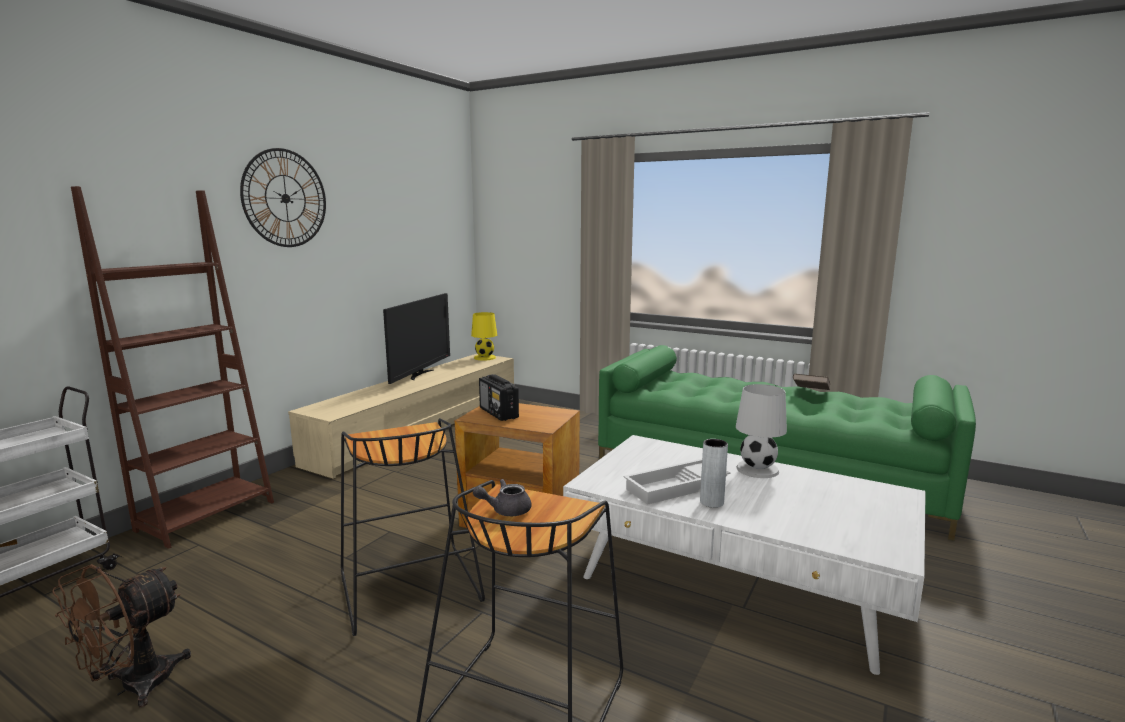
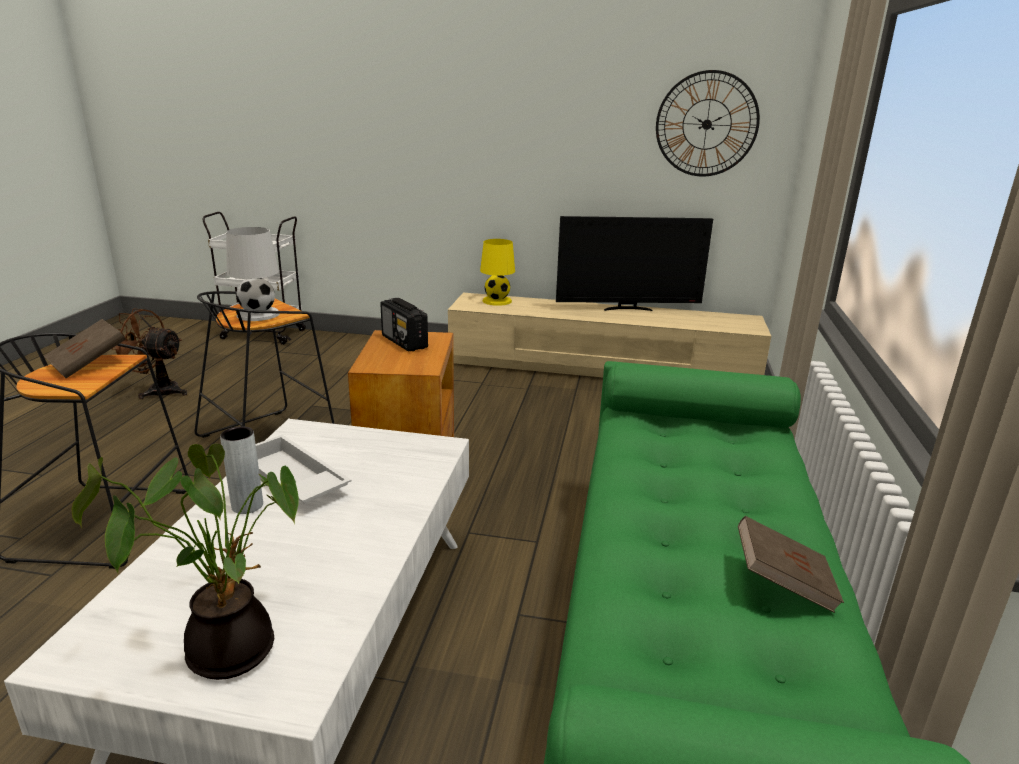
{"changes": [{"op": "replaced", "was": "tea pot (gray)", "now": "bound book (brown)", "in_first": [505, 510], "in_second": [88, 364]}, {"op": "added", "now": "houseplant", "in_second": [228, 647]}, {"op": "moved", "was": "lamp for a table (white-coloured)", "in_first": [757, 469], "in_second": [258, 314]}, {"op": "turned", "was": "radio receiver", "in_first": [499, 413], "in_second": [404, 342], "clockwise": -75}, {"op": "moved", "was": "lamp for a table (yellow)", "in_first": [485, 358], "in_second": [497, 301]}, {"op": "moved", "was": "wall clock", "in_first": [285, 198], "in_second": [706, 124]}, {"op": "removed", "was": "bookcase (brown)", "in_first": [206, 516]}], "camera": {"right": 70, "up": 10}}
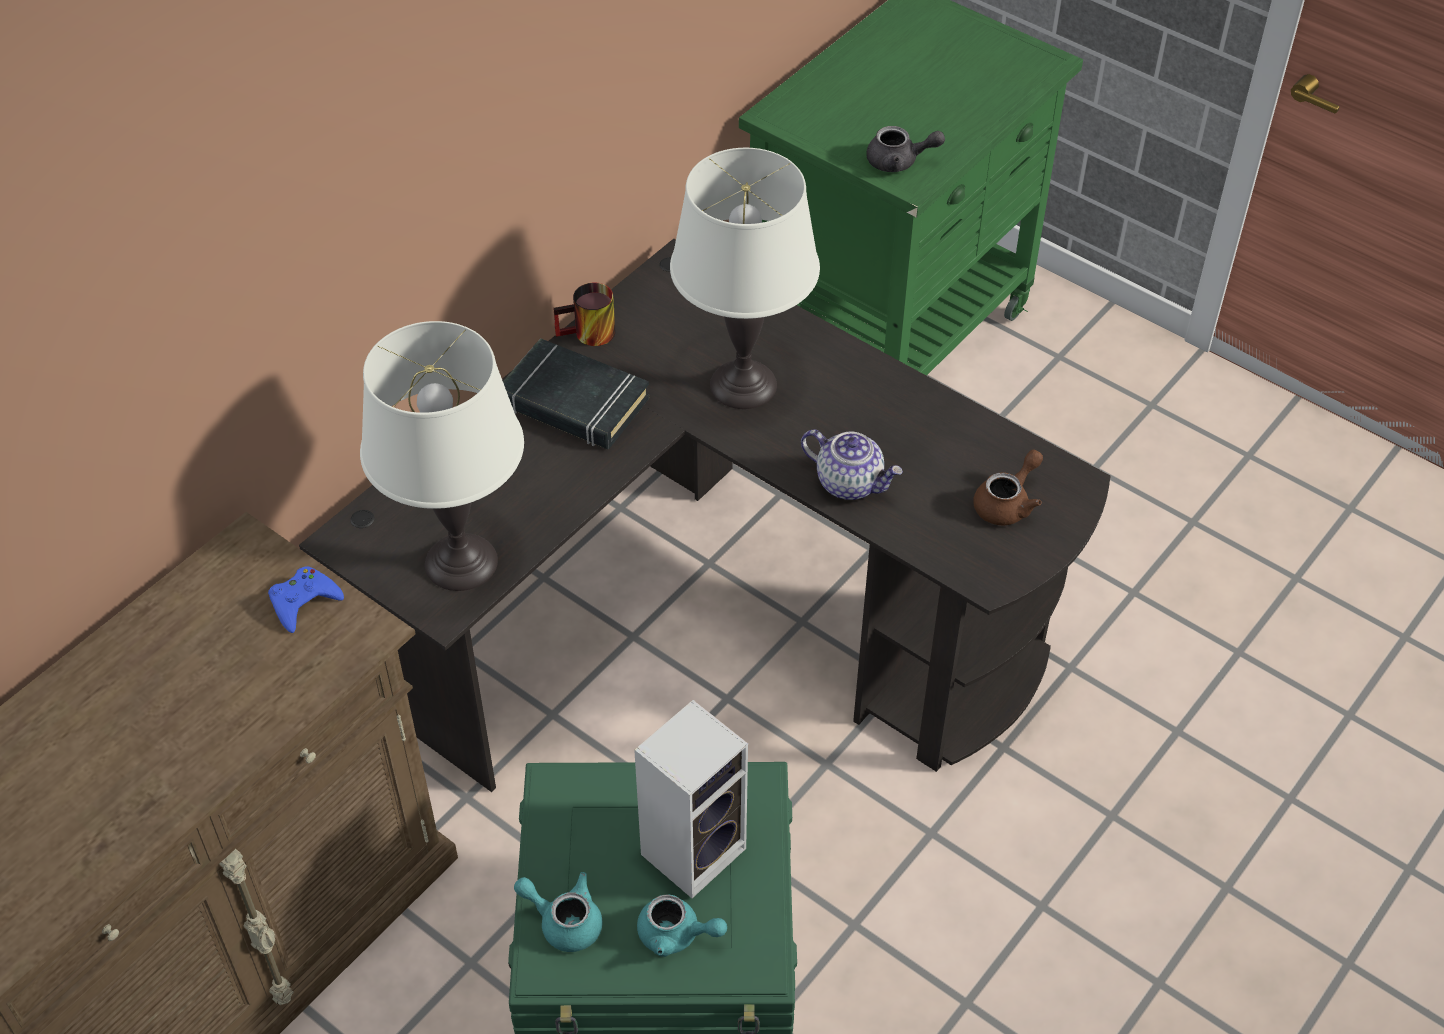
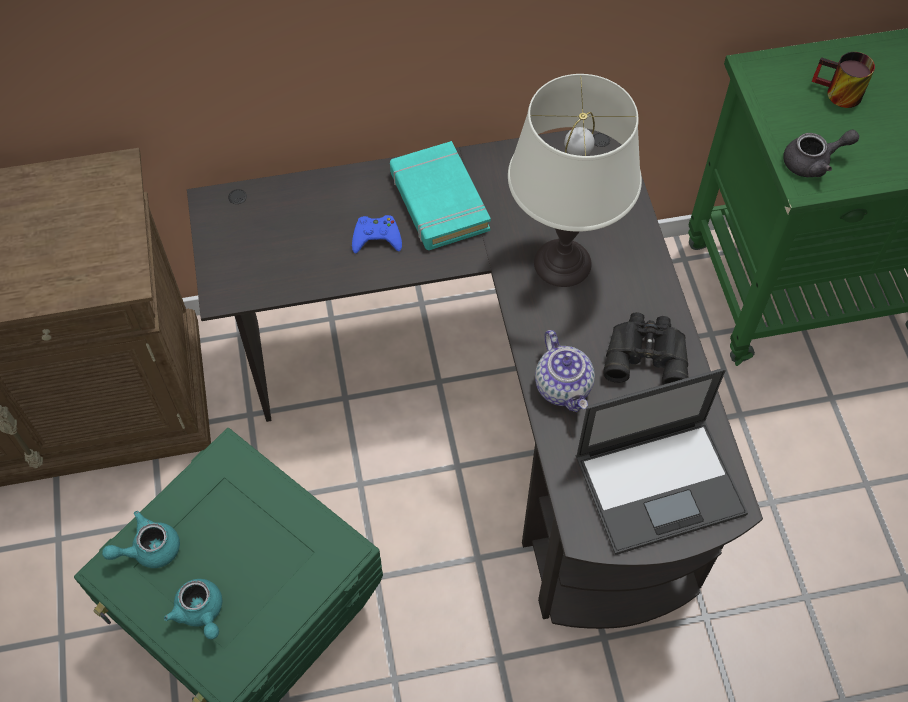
{"changes": [{"op": "turned", "was": "tea pot (turquoise)", "in_first": [564, 921], "in_second": [149, 549], "clockwise": -90}, {"op": "moved", "was": "gamepad (bluish)", "in_first": [303, 602], "in_second": [377, 238]}, {"op": "recoloured", "was": "bound book (black)", "now": "bound book (turquoise)", "in_first": [573, 402], "in_second": [438, 201]}, {"op": "replaced", "was": "tea pot (brown)", "now": "laptop", "in_first": [1007, 503], "in_second": [661, 484]}, {"op": "added", "now": "binoculars (black)", "in_second": [646, 353]}, {"op": "turned", "was": "tea pot (gray)", "in_first": [899, 162], "in_second": [813, 162], "clockwise": -60}, {"op": "moved", "was": "mug", "in_first": [588, 336], "in_second": [837, 94]}, {"op": "removed", "was": "lamp for a table (white-coloured)", "in_first": [460, 562]}, {"op": "removed", "was": "loudspeaker", "in_first": [694, 848]}], "camera": {"right": 40, "up": 10}}
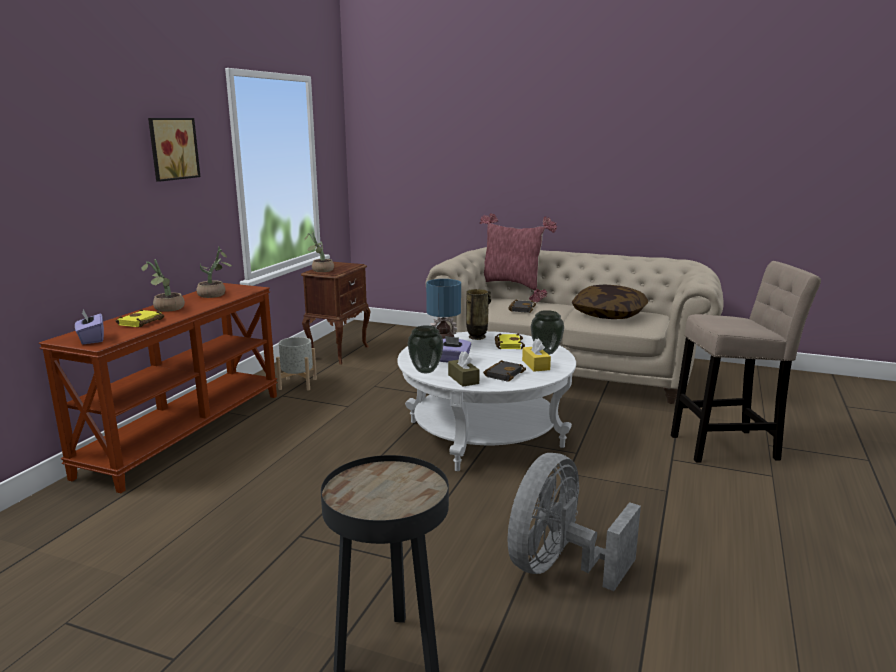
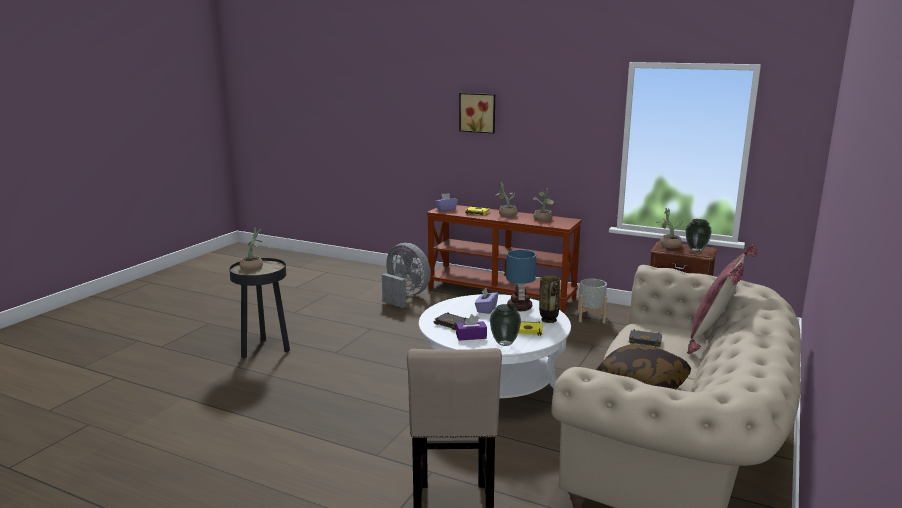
{"changes": [{"op": "added", "now": "houseplant", "in_second": [254, 267]}, {"op": "moved", "was": "cooling fan (gray)", "in_first": [558, 567], "in_second": [405, 296]}, {"op": "recoloured", "was": "tissue holder (yellow)", "now": "tissue holder (purple)", "in_first": [535, 365], "in_second": [471, 336]}, {"op": "moved", "was": "wall art", "in_first": [172, 148], "in_second": [478, 112]}, {"op": "moved", "was": "flower vase", "in_first": [426, 371], "in_second": [695, 250]}, {"op": "removed", "was": "tissue holder (brown)", "in_first": [463, 379]}], "camera": {"right": 95, "up": 0}}
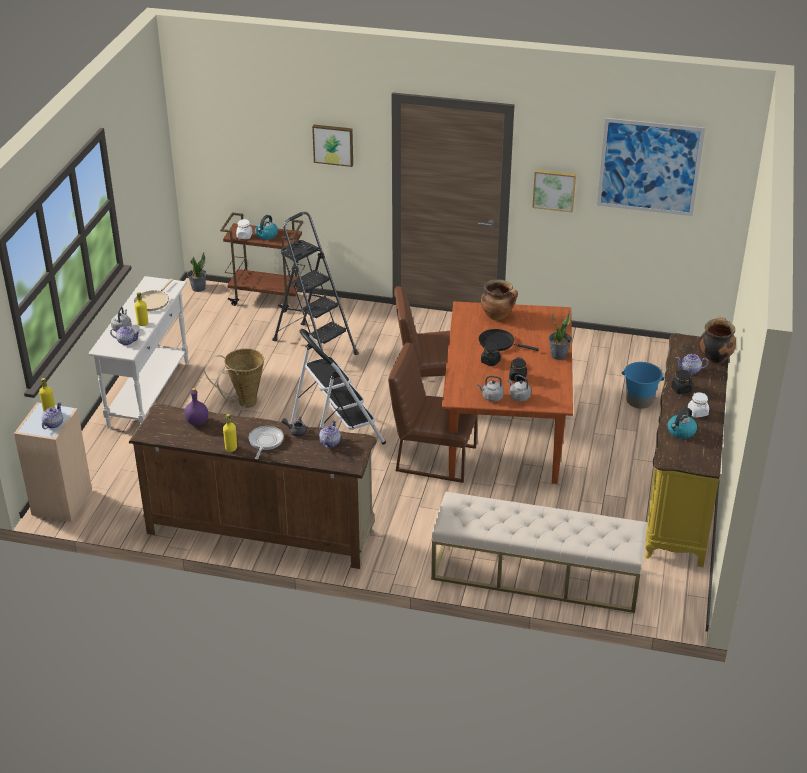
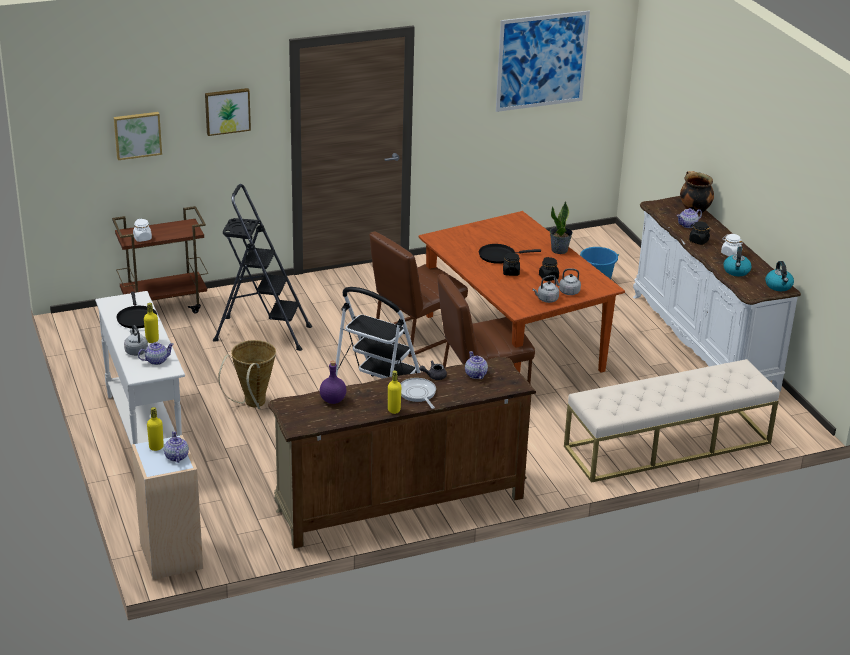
{"changes": [{"op": "moved", "was": "wall art", "in_first": [554, 189], "in_second": [137, 135]}, {"op": "recoloured", "was": "pan (beige)", "now": "pan (black)", "in_first": [153, 301], "in_second": [136, 318]}, {"op": "recoloured", "was": "cabinet (yellow)", "now": "cabinet (white-coloured)", "in_first": [679, 490], "in_second": [701, 342]}, {"op": "moved", "was": "tea kettle", "in_first": [266, 235], "in_second": [779, 286]}, {"op": "removed", "was": "houseplant", "in_first": [198, 288]}, {"op": "removed", "was": "stockpot", "in_first": [498, 316]}], "camera": {"right": -35, "up": -5}}
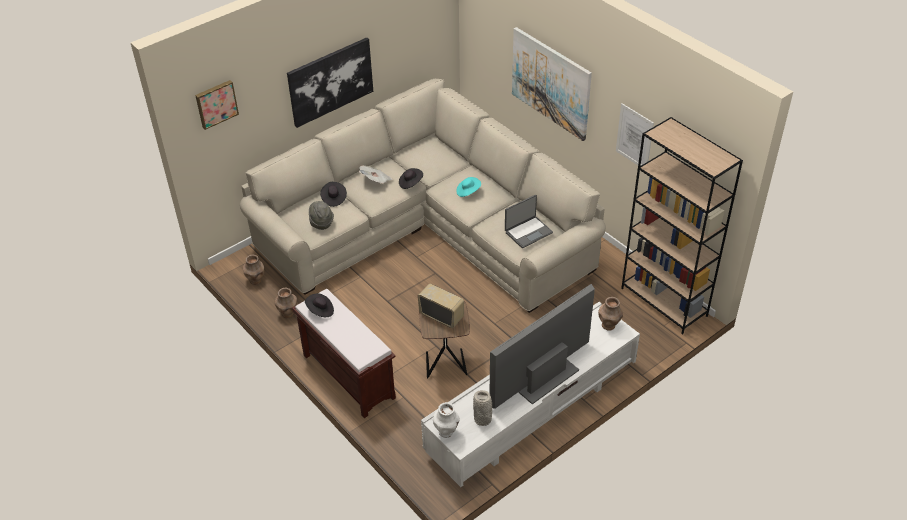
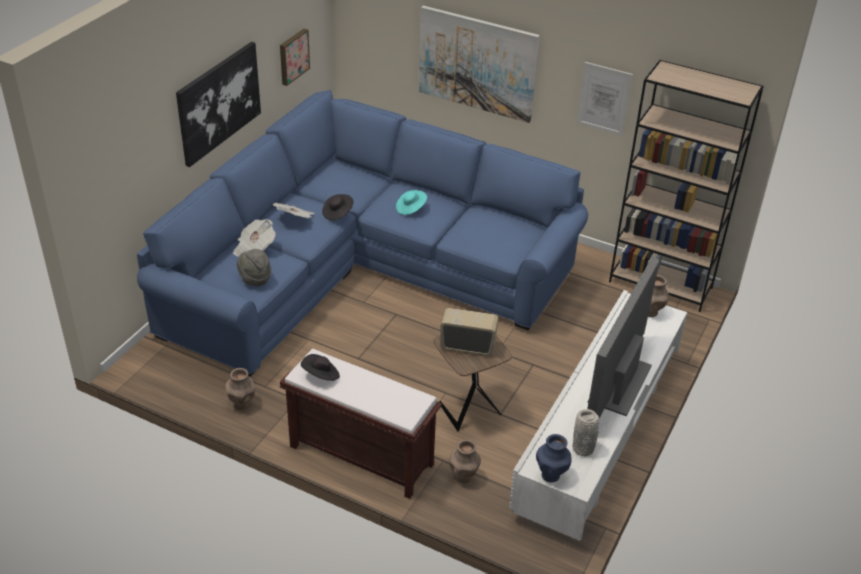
{"changes": [{"op": "recoloured", "was": "sofa (beige)", "now": "sofa (bluish)", "in_first": [427, 232], "in_second": [360, 273]}, {"op": "replaced", "was": "clothing hat (black)", "now": "newspaper", "in_first": [333, 198], "in_second": [254, 248]}, {"op": "moved", "was": "wall art", "in_first": [216, 103], "in_second": [293, 56]}, {"op": "moved", "was": "flower vase (brown)", "in_first": [256, 281], "in_second": [463, 477]}, {"op": "recoloured", "was": "flower vase (white-coloured)", "now": "flower vase (bluish)", "in_first": [446, 432], "in_second": [551, 475]}, {"op": "removed", "was": "laptop", "in_first": [528, 232]}], "camera": {"right": -25, "up": -5}}
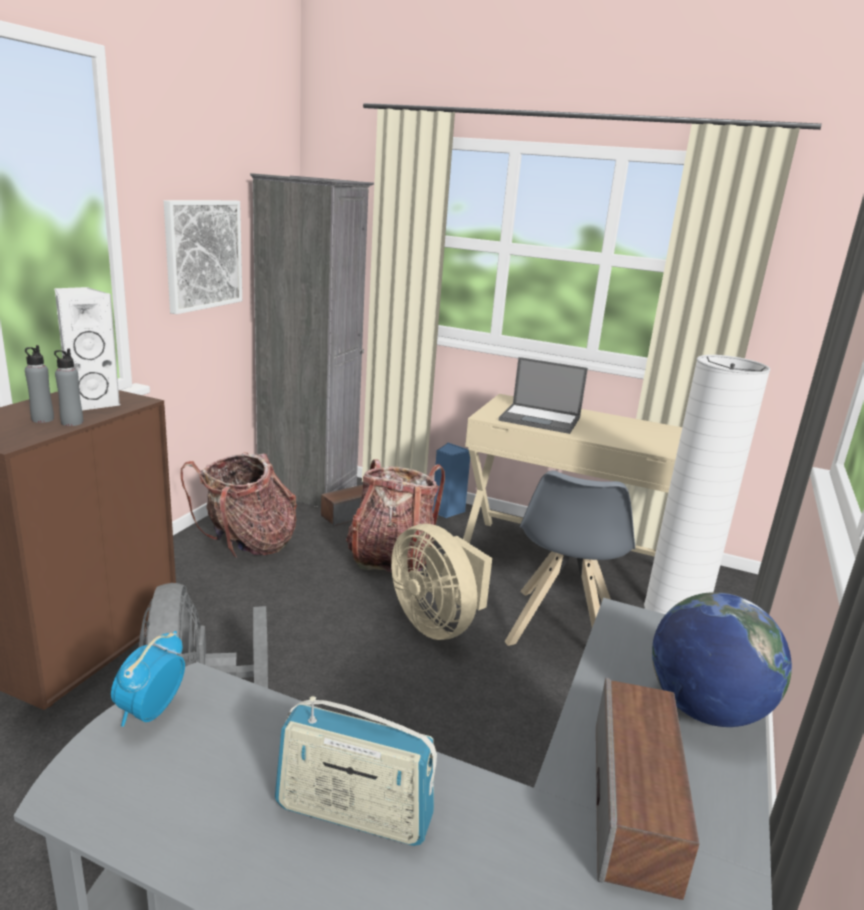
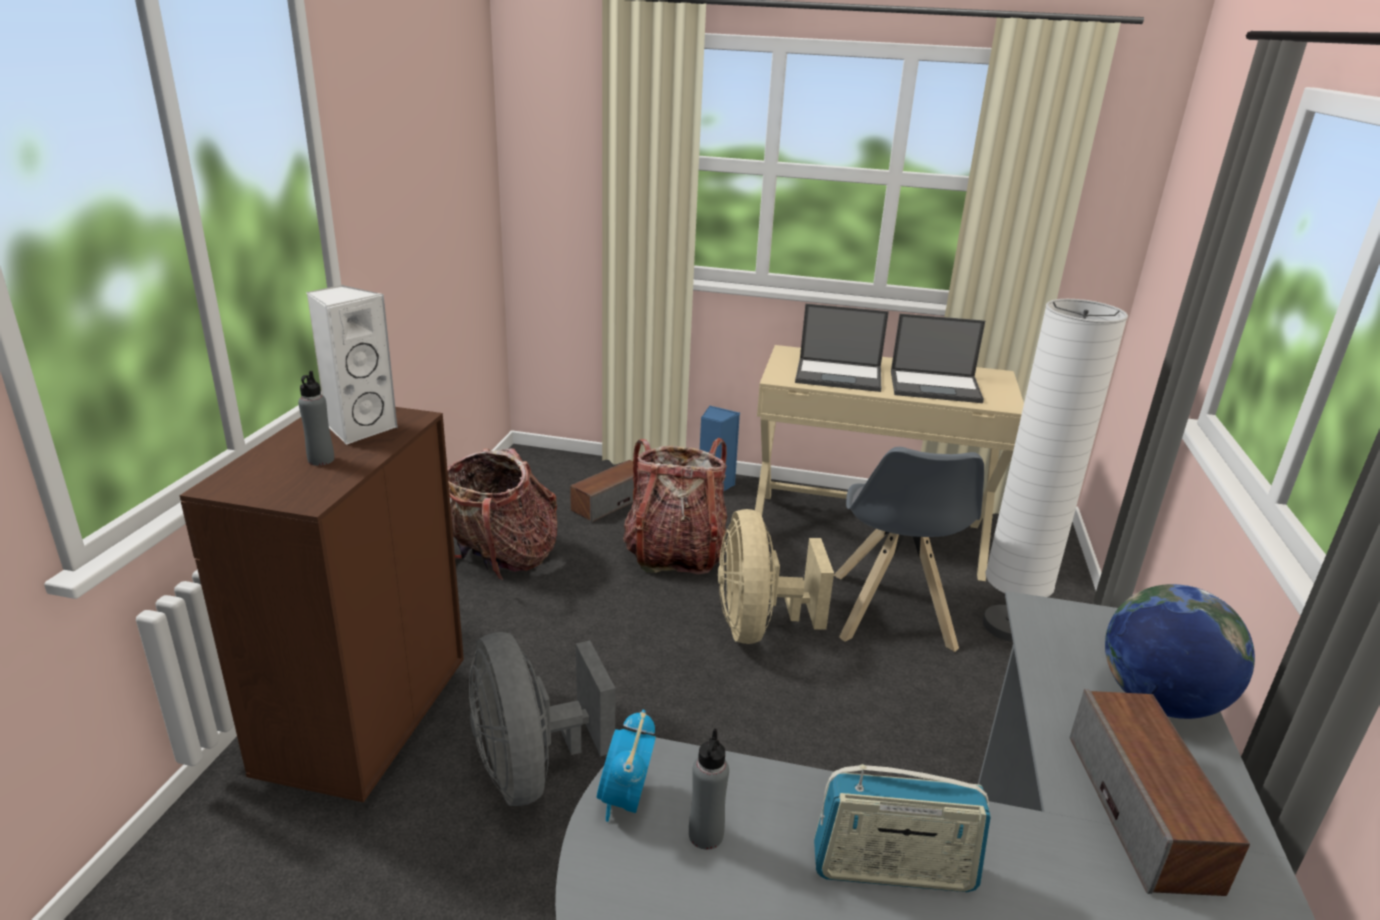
{"changes": [{"op": "moved", "was": "drink bottle (gray)", "in_first": [72, 422], "in_second": [705, 835]}, {"op": "turned", "was": "cooling fan (beige)", "in_first": [437, 623], "in_second": [758, 627], "clockwise": 45}, {"op": "added", "now": "laptop", "in_second": [936, 386]}, {"op": "removed", "was": "wall art", "in_first": [203, 254]}, {"op": "removed", "was": "cabinet (gray)", "in_first": [309, 488]}], "camera": {"right": -10, "up": 5}}
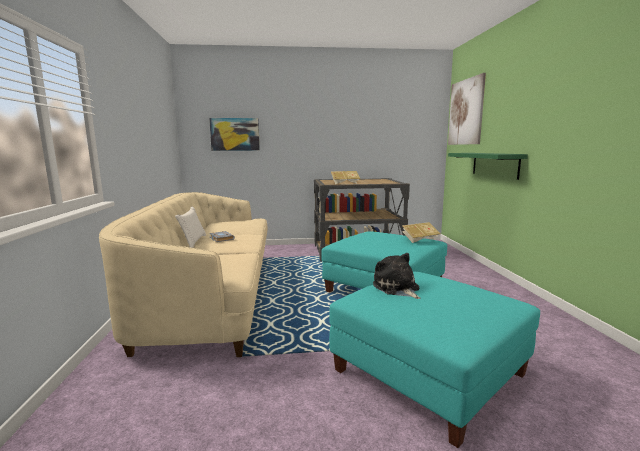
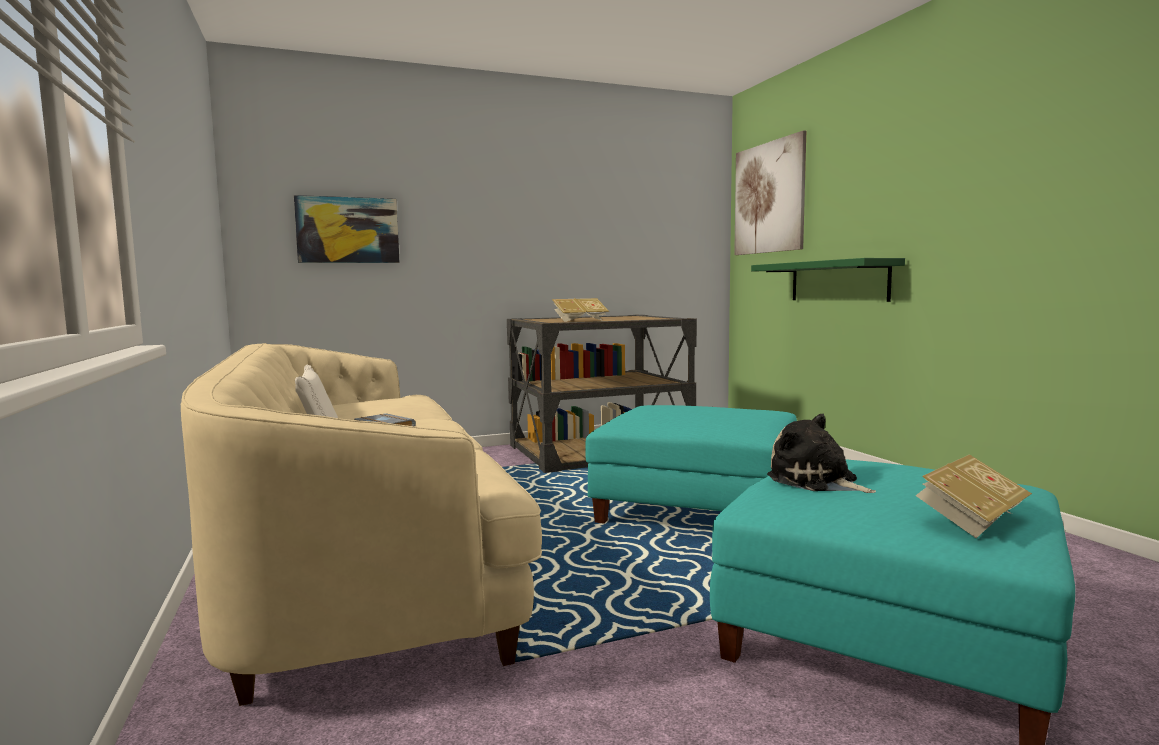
{"changes": [{"op": "moved", "was": "bound book", "in_first": [419, 240], "in_second": [971, 520]}], "camera": {"right": -15, "up": -5}}
